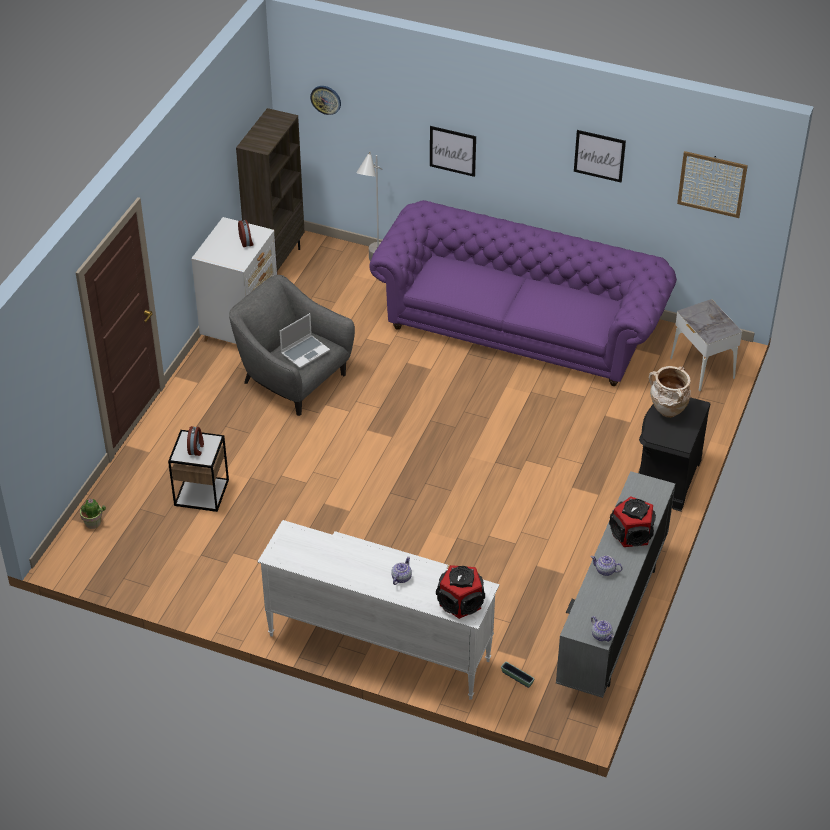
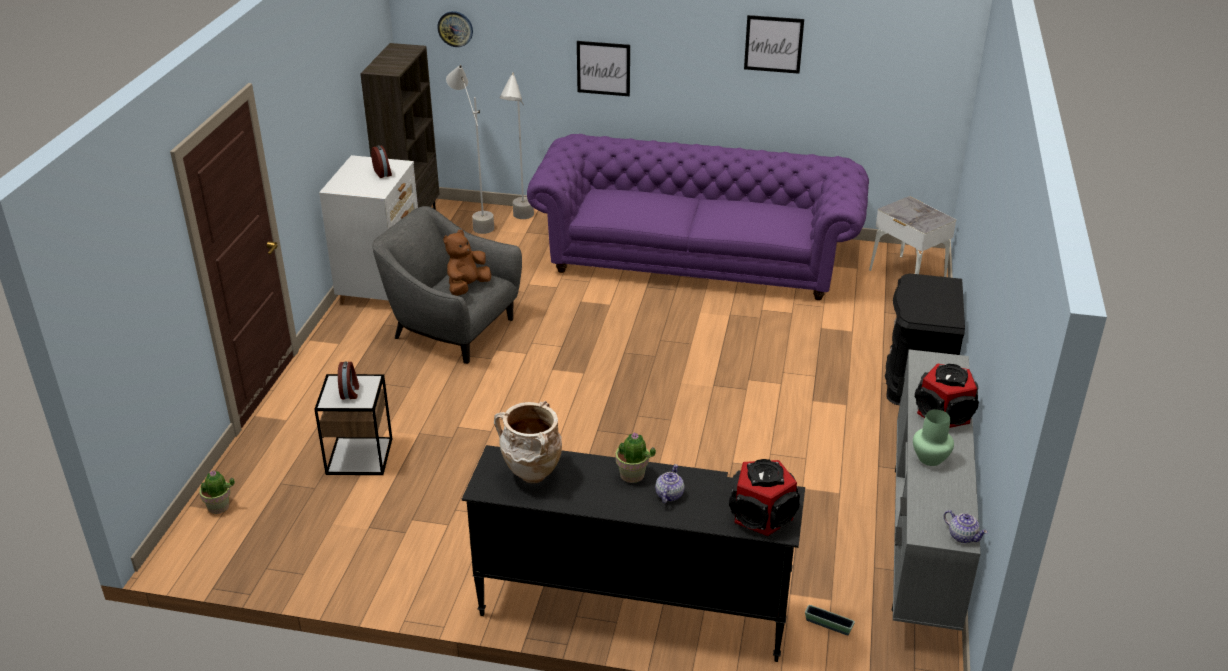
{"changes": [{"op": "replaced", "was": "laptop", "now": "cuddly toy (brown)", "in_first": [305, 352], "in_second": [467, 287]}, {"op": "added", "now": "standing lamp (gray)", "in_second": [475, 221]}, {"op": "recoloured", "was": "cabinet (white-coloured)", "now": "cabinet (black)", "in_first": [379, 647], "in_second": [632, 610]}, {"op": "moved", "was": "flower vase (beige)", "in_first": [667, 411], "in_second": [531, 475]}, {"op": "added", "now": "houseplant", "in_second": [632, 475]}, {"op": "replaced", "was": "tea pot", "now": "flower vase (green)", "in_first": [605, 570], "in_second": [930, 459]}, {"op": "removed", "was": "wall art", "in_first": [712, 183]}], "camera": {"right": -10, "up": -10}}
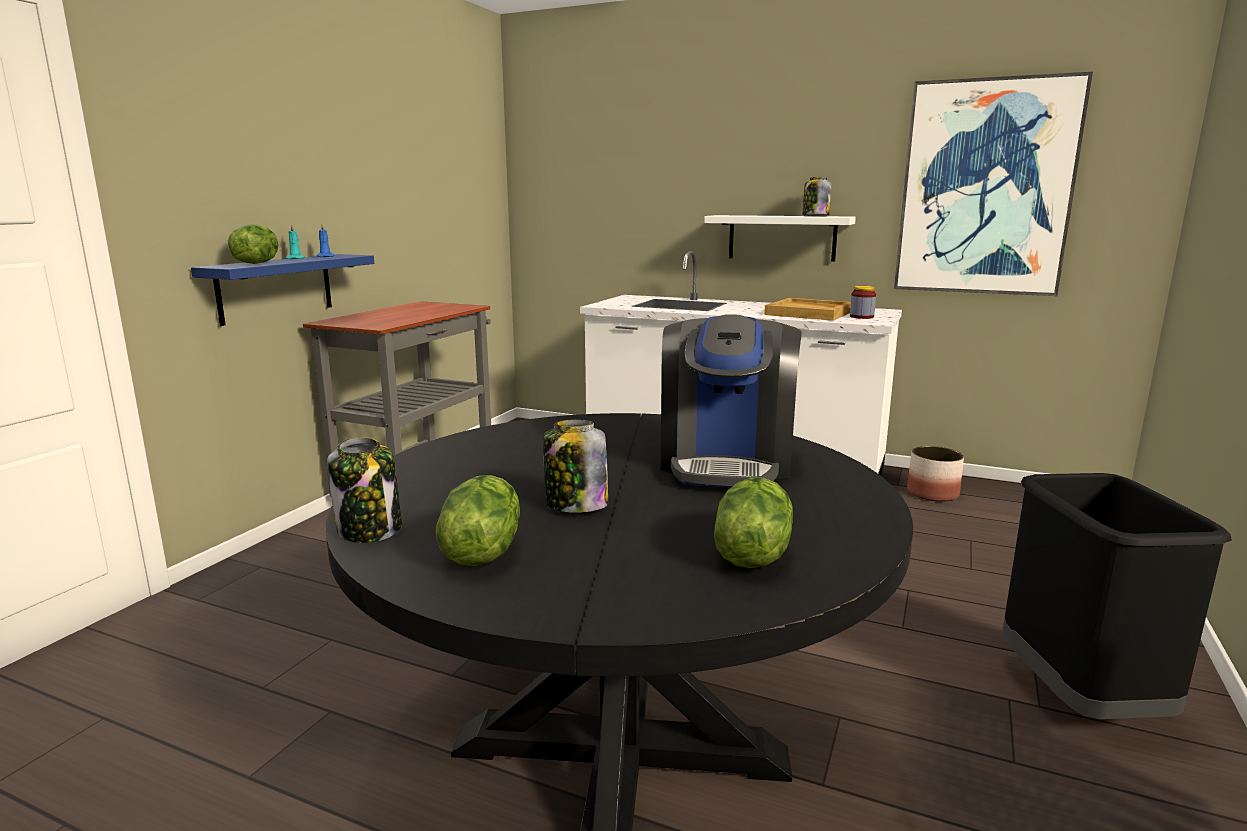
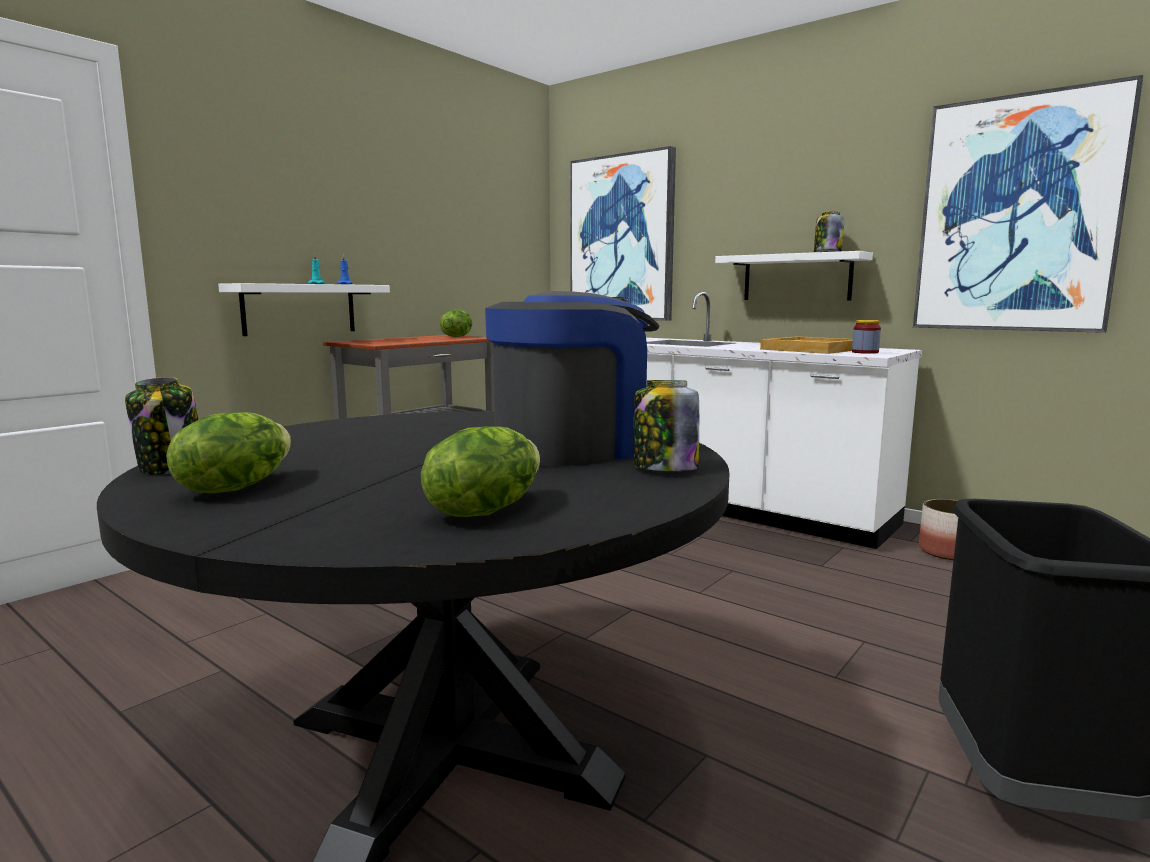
{"changes": [{"op": "recoloured", "was": "wall shelf (bluish)", "now": "wall shelf (white-coloured)", "in_first": [276, 288], "in_second": [300, 309]}, {"op": "moved", "was": "head of lettuce", "in_first": [257, 263], "in_second": [457, 336]}, {"op": "turned", "was": "coffee brewer", "in_first": [726, 462], "in_second": [574, 447], "clockwise": -150}, {"op": "added", "now": "wall art", "in_second": [622, 239]}, {"op": "moved", "was": "preserve jar", "in_first": [575, 505], "in_second": [664, 468]}], "camera": {"right": 15, "up": -5}}
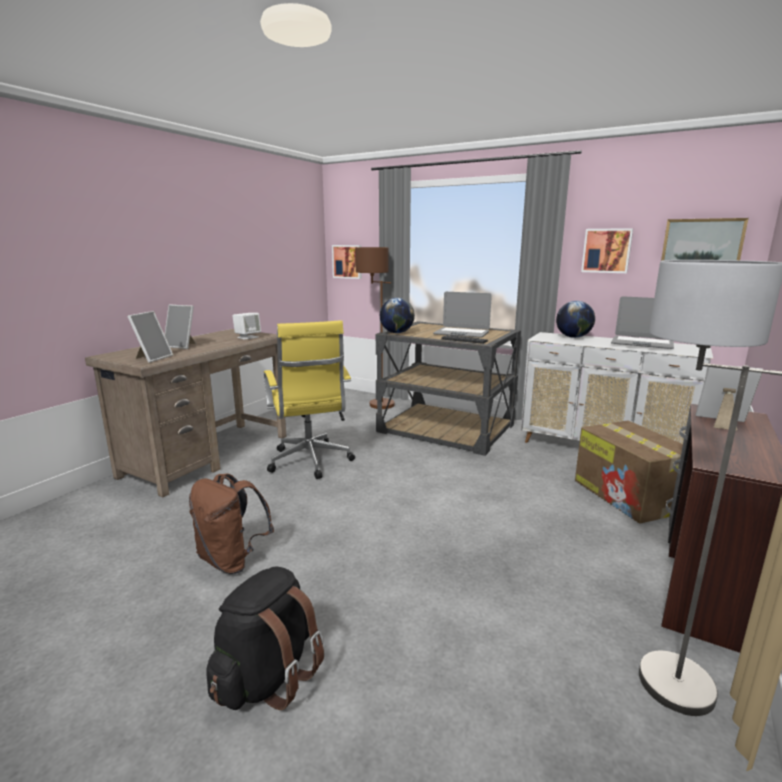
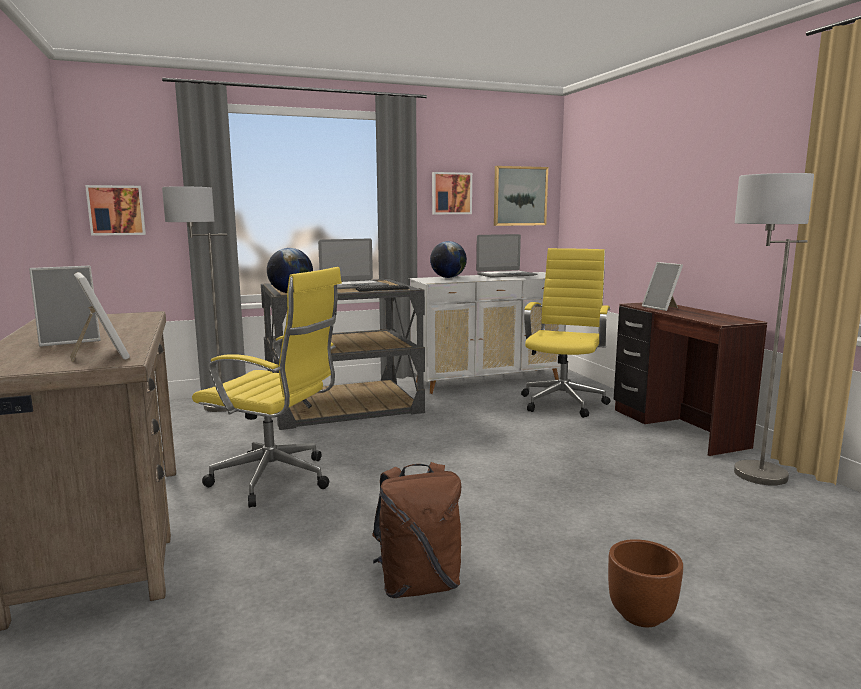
{"changes": [{"op": "recoloured", "was": "standing lamp (brown)", "now": "standing lamp (gray)", "in_first": [376, 403], "in_second": [211, 407]}, {"op": "replaced", "was": "cardboard box", "now": "office chair (yellow)", "in_first": [630, 496], "in_second": [563, 402]}, {"op": "replaced", "was": "knapsack (black)", "now": "planter (brown)", "in_first": [268, 676], "in_second": [642, 615]}, {"op": "turned", "was": "standing frame", "in_first": [721, 423], "in_second": [662, 308], "clockwise": -90}, {"op": "removed", "was": "loudspeaker (white-coloured)", "in_first": [247, 337]}], "camera": {"right": -50, "up": -5}}
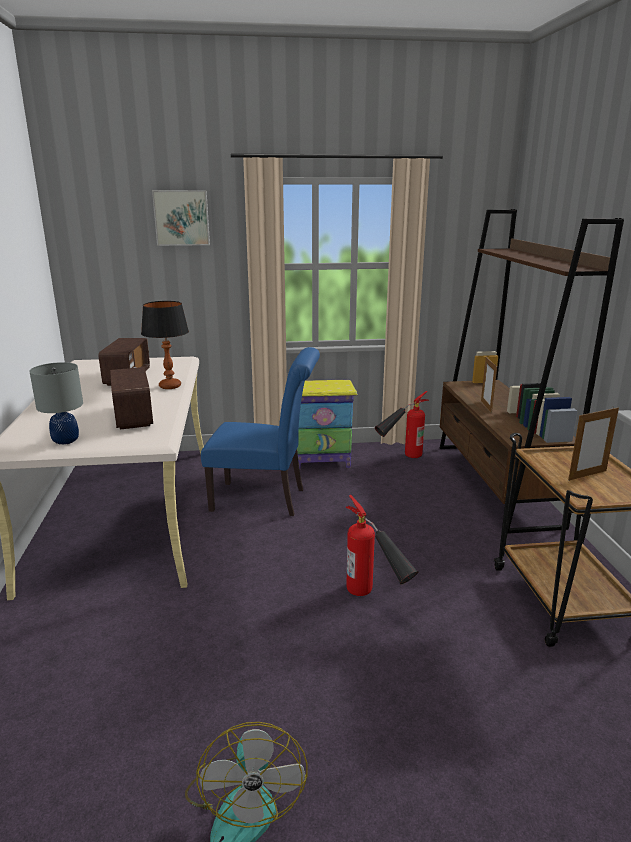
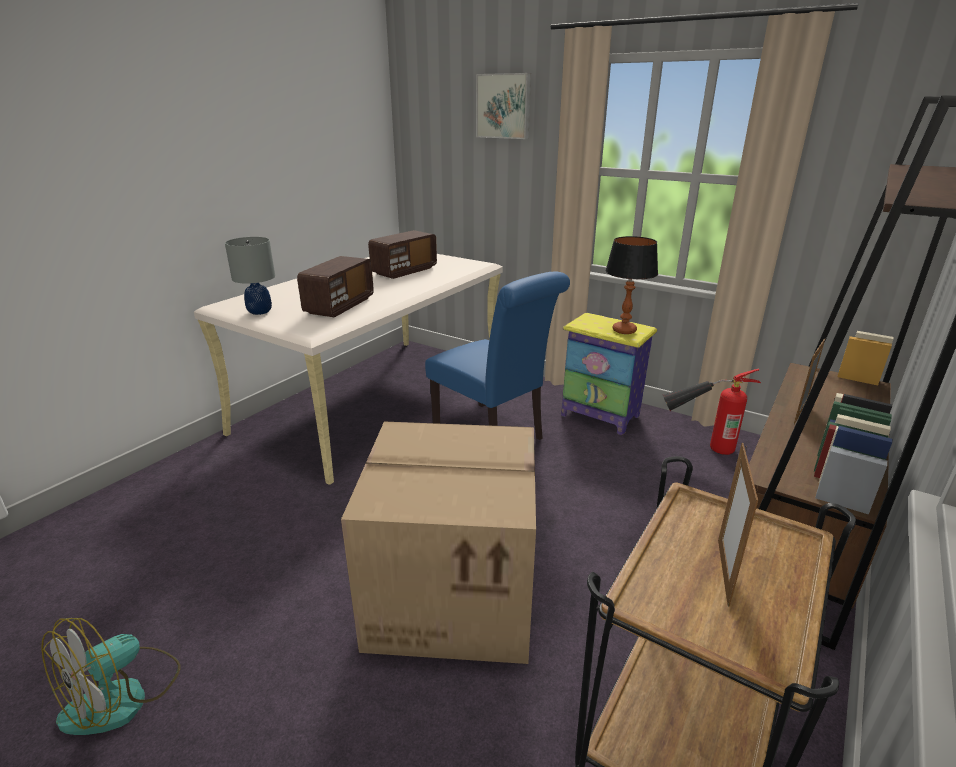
{"changes": [{"op": "replaced", "was": "fire-fighting cylinder", "now": "cardboard box", "in_first": [375, 601], "in_second": [455, 590]}, {"op": "moved", "was": "lamp for a table", "in_first": [169, 386], "in_second": [624, 330]}, {"op": "turned", "was": "standing frame", "in_first": [587, 475], "in_second": [723, 571], "clockwise": 90}], "camera": {"right": 40, "up": 5}}
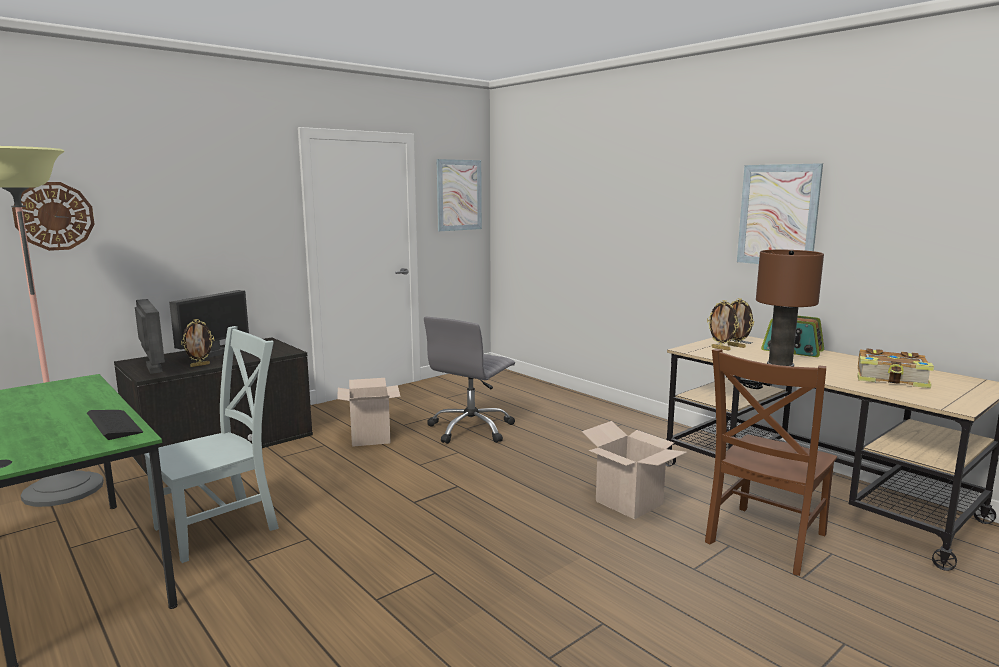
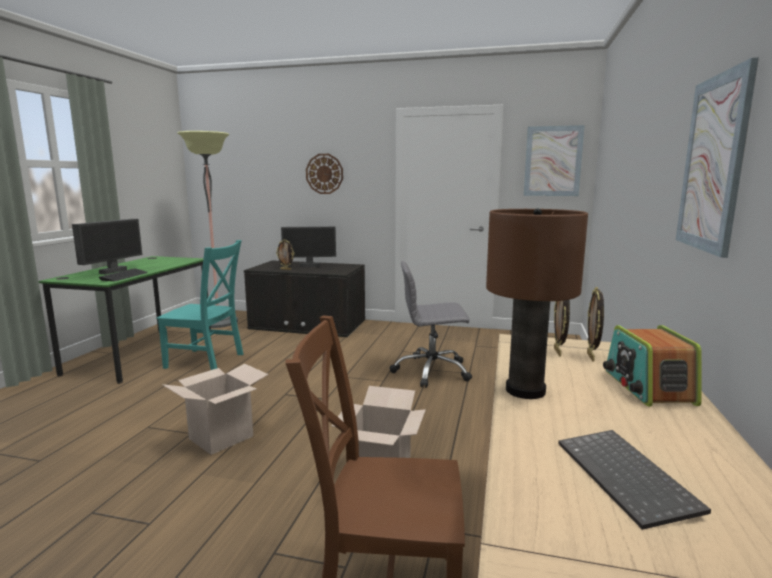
{"changes": [{"op": "moved", "was": "monitor", "in_first": [153, 369], "in_second": [112, 271]}, {"op": "recoloured", "was": "chair (gray)", "now": "chair (turquoise)", "in_first": [222, 526], "in_second": [207, 361]}, {"op": "moved", "was": "cardboard box", "in_first": [370, 437], "in_second": [221, 437]}, {"op": "moved", "was": "wall clock", "in_first": [54, 216], "in_second": [324, 174]}, {"op": "replaced", "was": "bound book", "now": "PC keyboard", "in_first": [892, 379], "in_second": [628, 478]}], "camera": {"right": 55, "up": 0}}
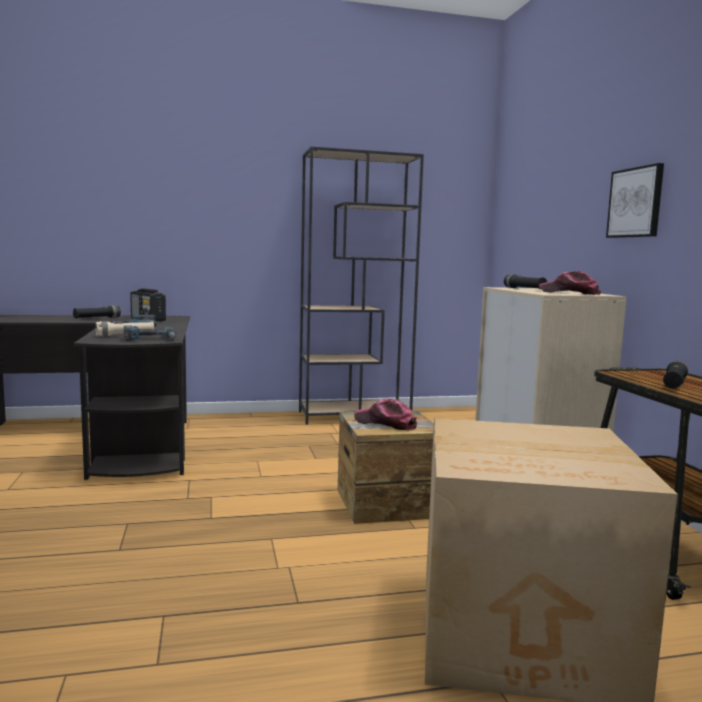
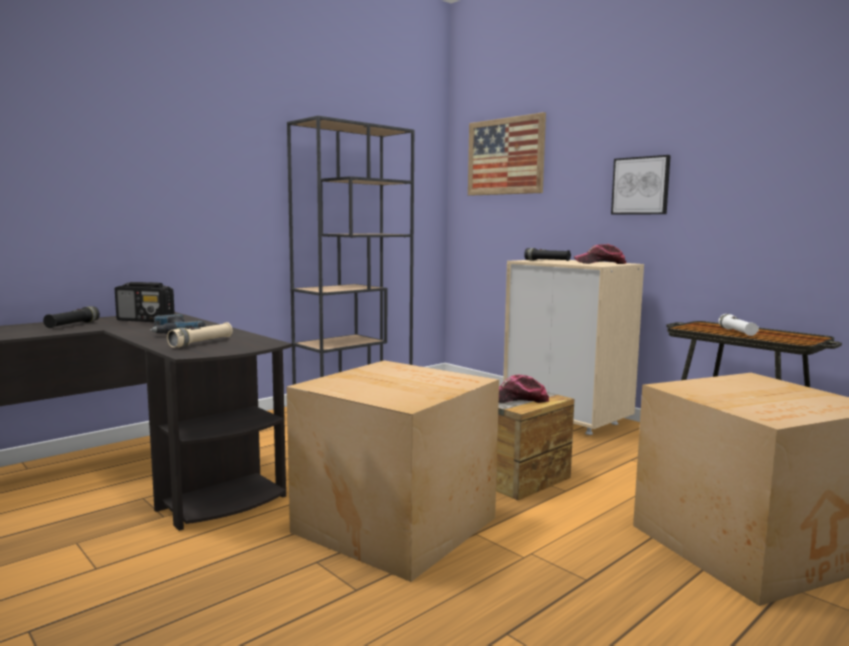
{"changes": [{"op": "added", "now": "cardboard box", "in_second": [394, 523]}, {"op": "added", "now": "wall art", "in_second": [505, 156]}, {"op": "recoloured", "was": "hand torch (black)", "now": "hand torch (white-coloured)", "in_first": [674, 384], "in_second": [737, 332]}, {"op": "removed", "was": "drill", "in_first": [150, 339]}], "camera": {"right": -30, "up": 0}}
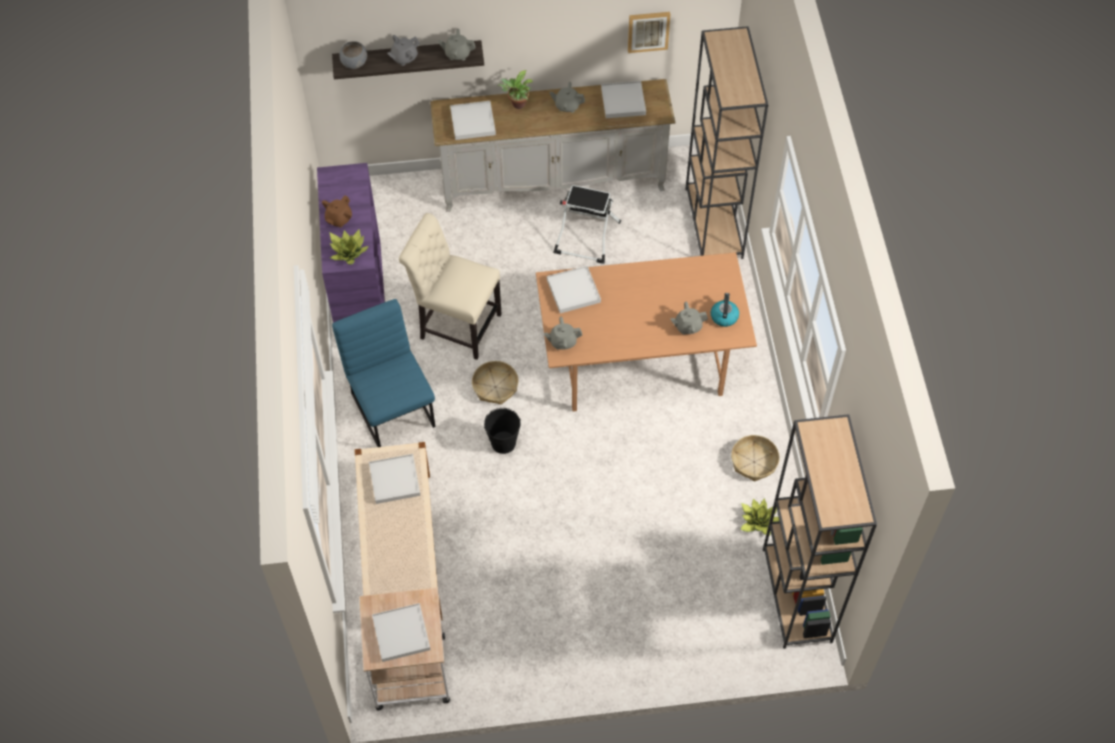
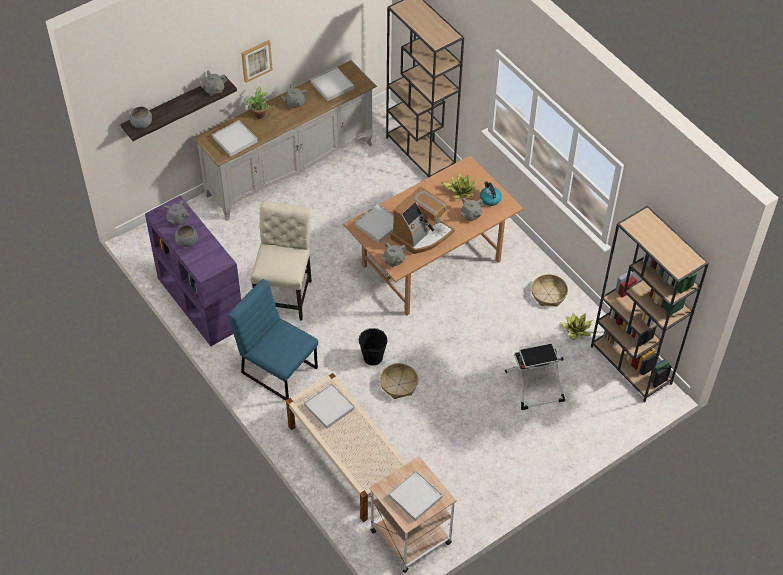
{"changes": [{"op": "moved", "was": "tea pot (gray)", "in_first": [404, 58], "in_second": [177, 220]}, {"op": "replaced", "was": "tea pot (brown)", "now": "deep dish (gray)", "in_first": [338, 219], "in_second": [186, 241]}, {"op": "moved", "was": "wall art", "in_first": [648, 31], "in_second": [256, 60]}, {"op": "turned", "was": "chair (beige)", "in_first": [456, 324], "in_second": [285, 293], "clockwise": 105}, {"op": "moved", "was": "basket", "in_first": [495, 386], "in_second": [398, 384]}, {"op": "added", "now": "coffee brewer", "in_second": [421, 235]}, {"op": "moved", "was": "houseplant", "in_first": [348, 251], "in_second": [460, 190]}, {"op": "moved", "was": "step ladder", "in_first": [586, 234], "in_second": [535, 384]}], "camera": {"right": -30, "up": -5}}
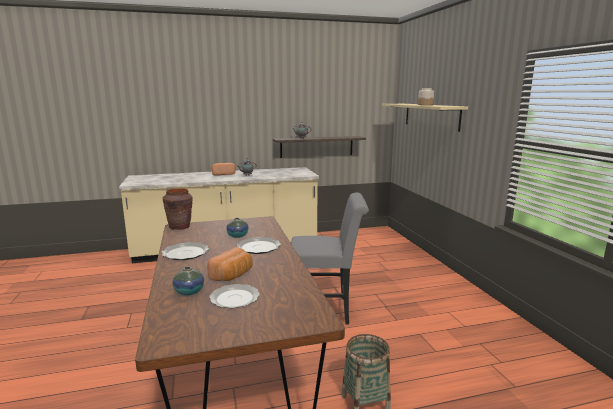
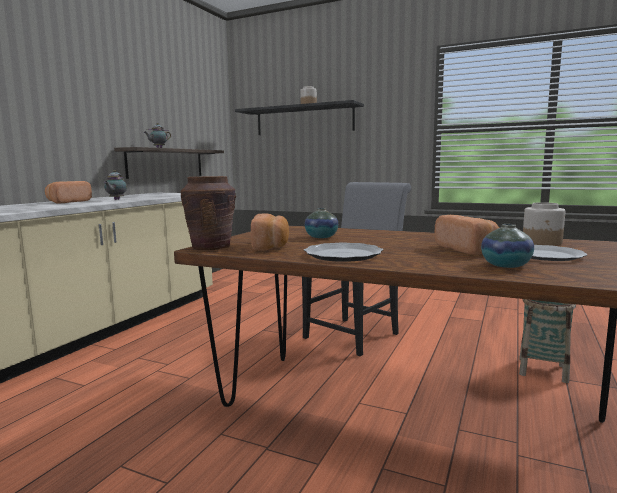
{"changes": [{"op": "recoloured", "was": "wall shelf (beige)", "now": "wall shelf (black)", "in_first": [431, 116], "in_second": [304, 120]}, {"op": "added", "now": "bread", "in_second": [271, 246]}, {"op": "added", "now": "preserve jar", "in_second": [542, 242]}, {"op": "removed", "was": "plate", "in_first": [259, 247]}], "camera": {"right": -50, "up": -5}}
